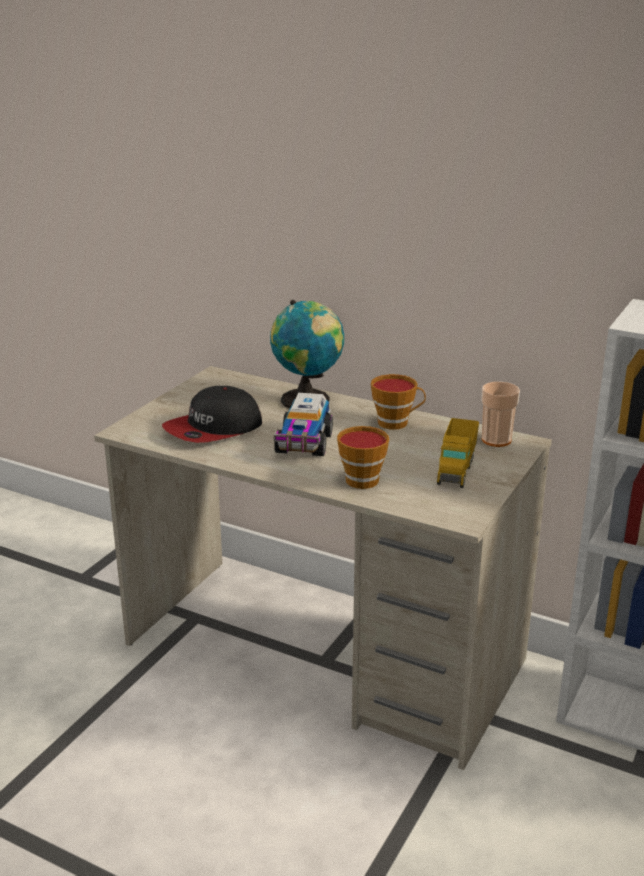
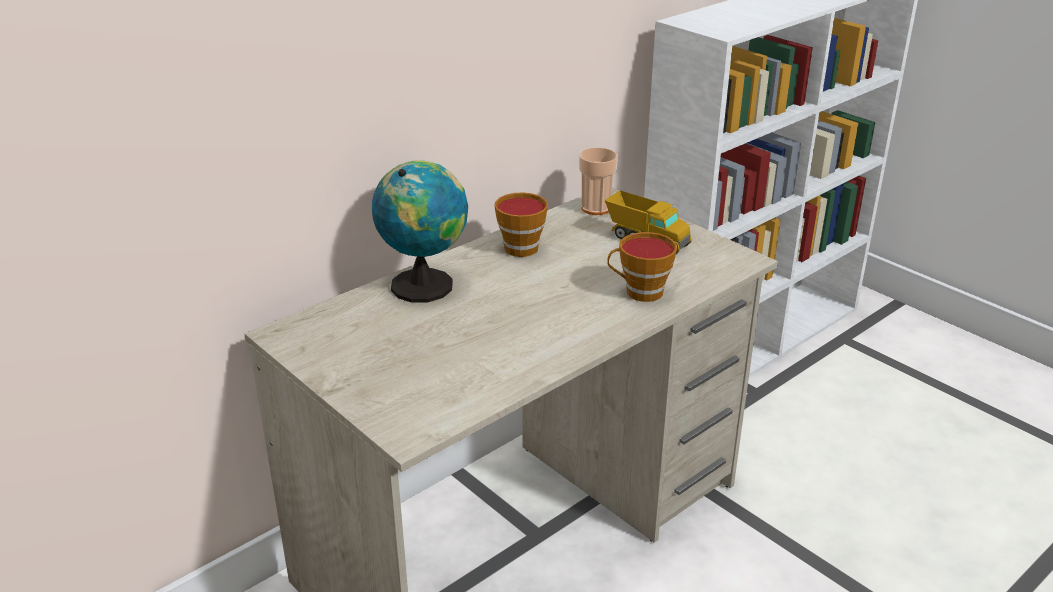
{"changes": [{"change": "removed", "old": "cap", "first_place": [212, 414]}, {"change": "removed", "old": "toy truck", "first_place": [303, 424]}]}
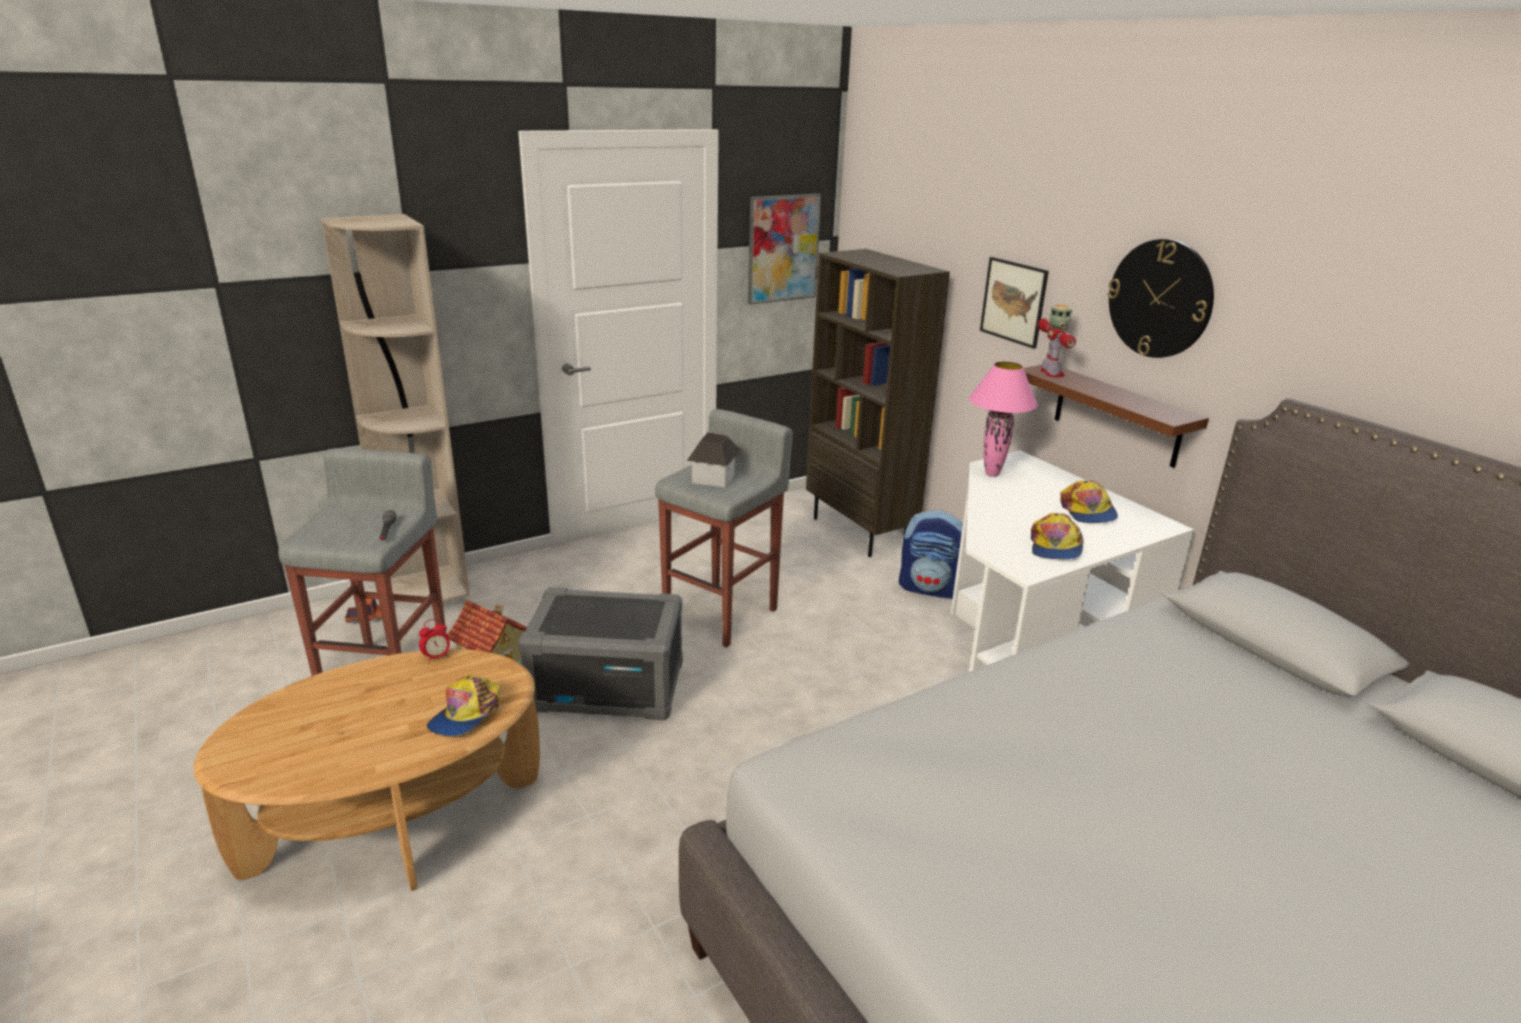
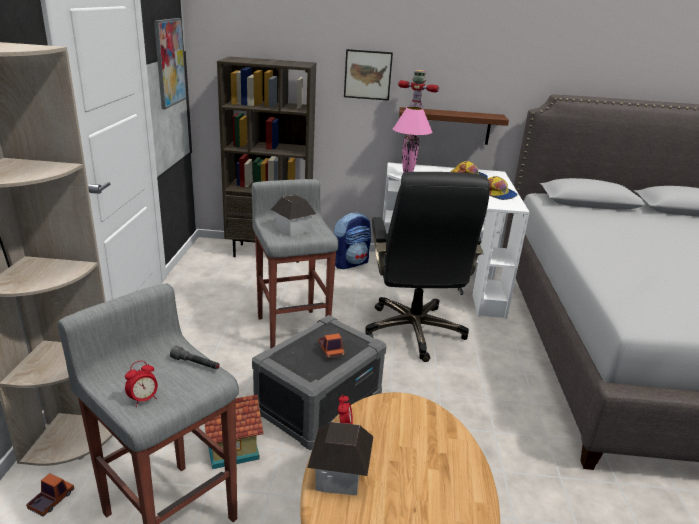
{"changes": [{"change": "added", "new": "alarm clock", "second_place": [141, 384]}, {"change": "added", "new": "toy house", "second_place": [340, 458]}, {"change": "added", "new": "toy truck", "second_place": [331, 346]}, {"change": "added", "new": "office chair/black", "second_place": [427, 267]}, {"change": "removed", "old": "cap", "first_place": [463, 705]}, {"change": "removed", "old": "wall clock", "first_place": [1160, 298]}]}
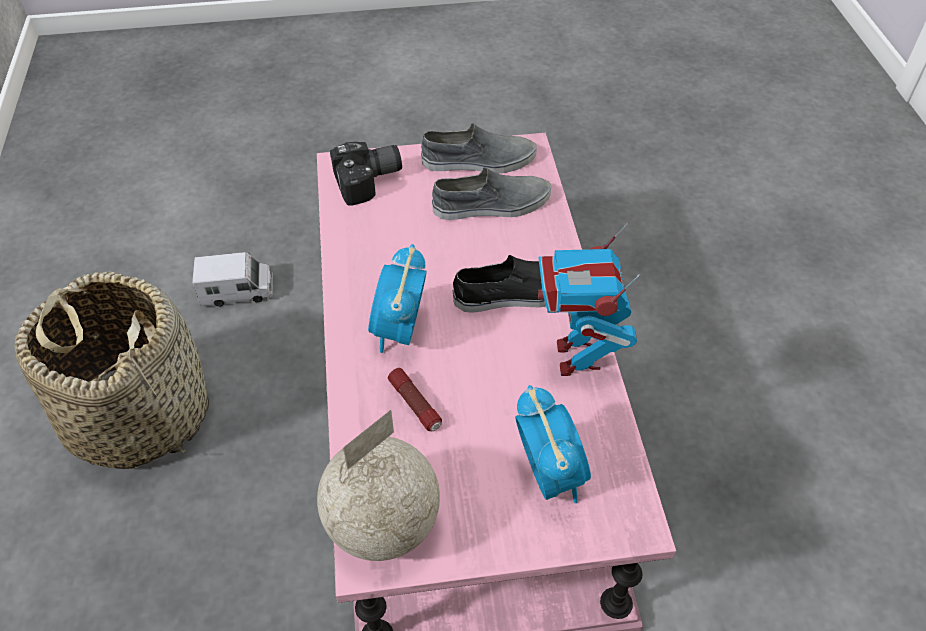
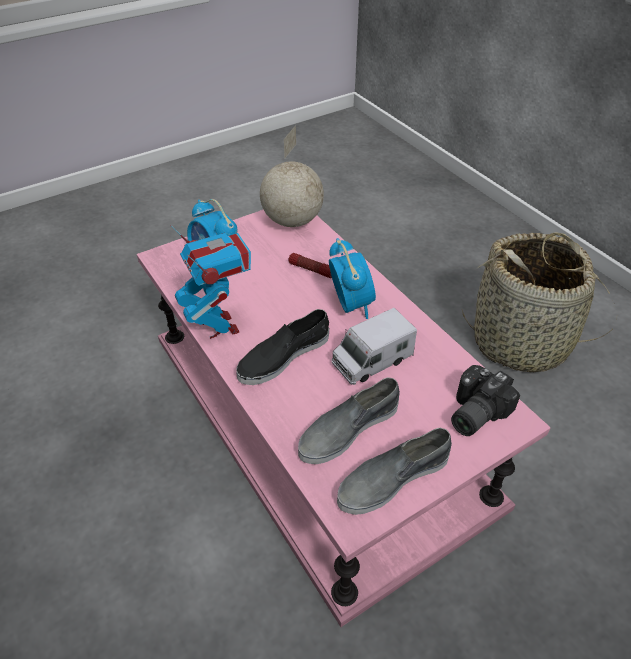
{"changes": [{"change": "moved", "old": "toy truck", "first_place": [232, 279], "second_place": [374, 346]}]}
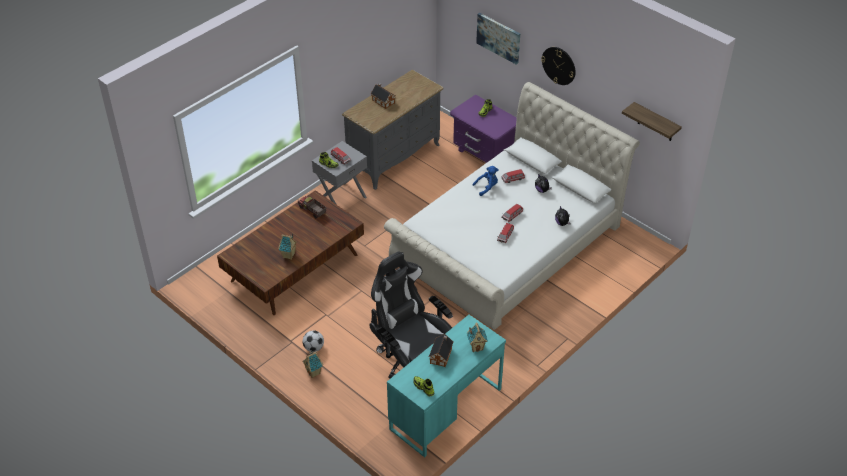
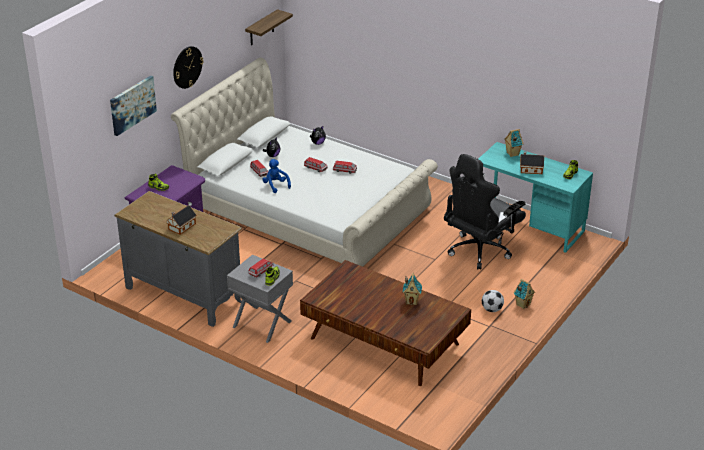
{"changes": [{"change": "removed", "old": "toy truck", "first_place": [312, 207]}]}
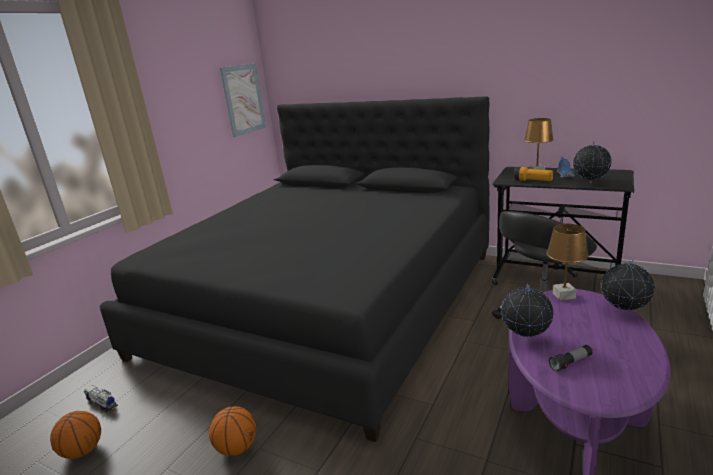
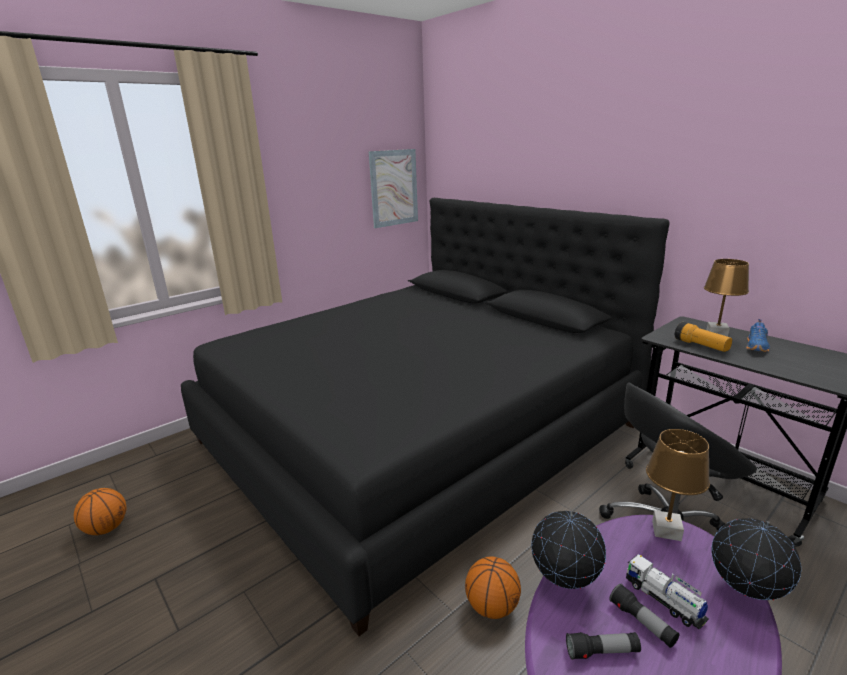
{"changes": [{"change": "moved", "old": "basketball", "first_place": [232, 431], "second_place": [493, 588]}, {"change": "added", "new": "flashlight", "second_place": [644, 616]}, {"change": "moved", "old": "toy truck", "first_place": [101, 398], "second_place": [667, 592]}, {"change": "removed", "old": "globe", "first_place": [592, 162]}]}
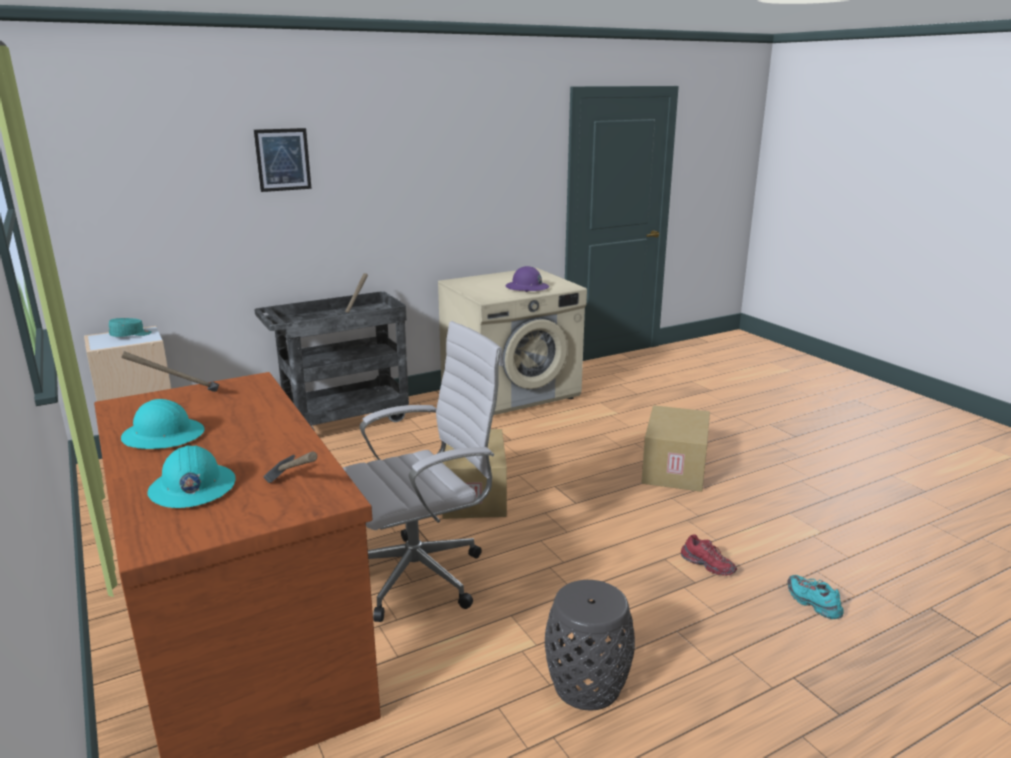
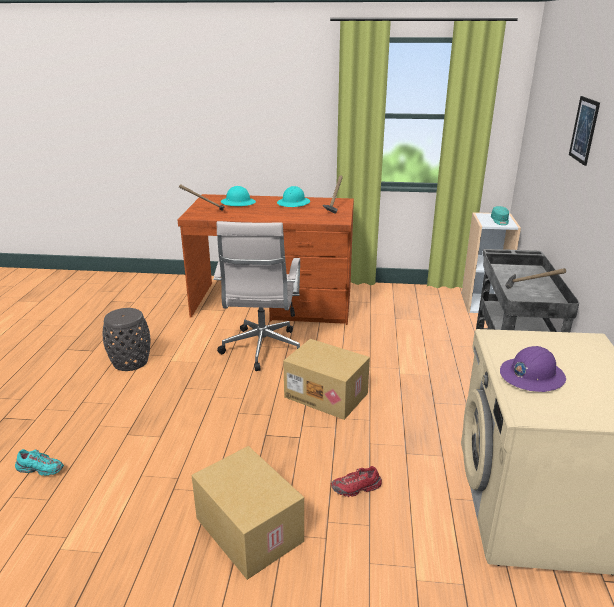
{"changes": [{"change": "moved", "old": "shoe/red", "first_place": [709, 555], "second_place": [356, 481]}]}
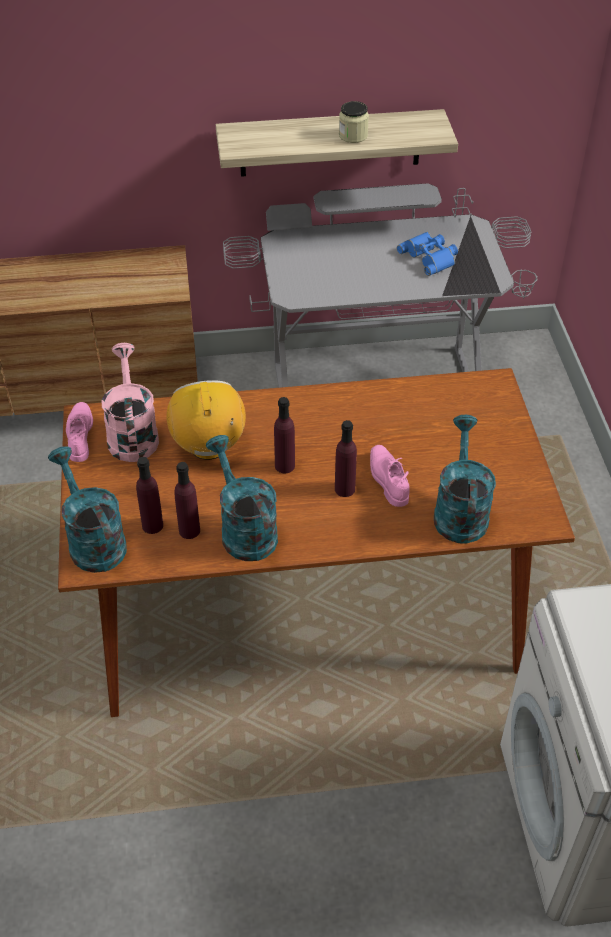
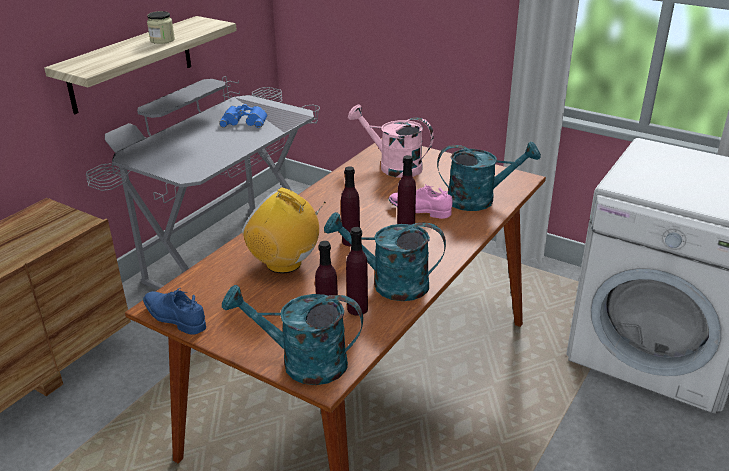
{"changes": [{"change": "recoloured", "old": "shoe/pink", "new": "shoe/blue", "first_place": [79, 432], "second_place": [174, 311]}, {"change": "moved", "old": "watering can/pink", "first_place": [130, 402], "second_place": [391, 141]}, {"change": "turned", "old": "watering can/turquoise", "first_place": [465, 479], "second_place": [489, 176], "degrees": 135}]}
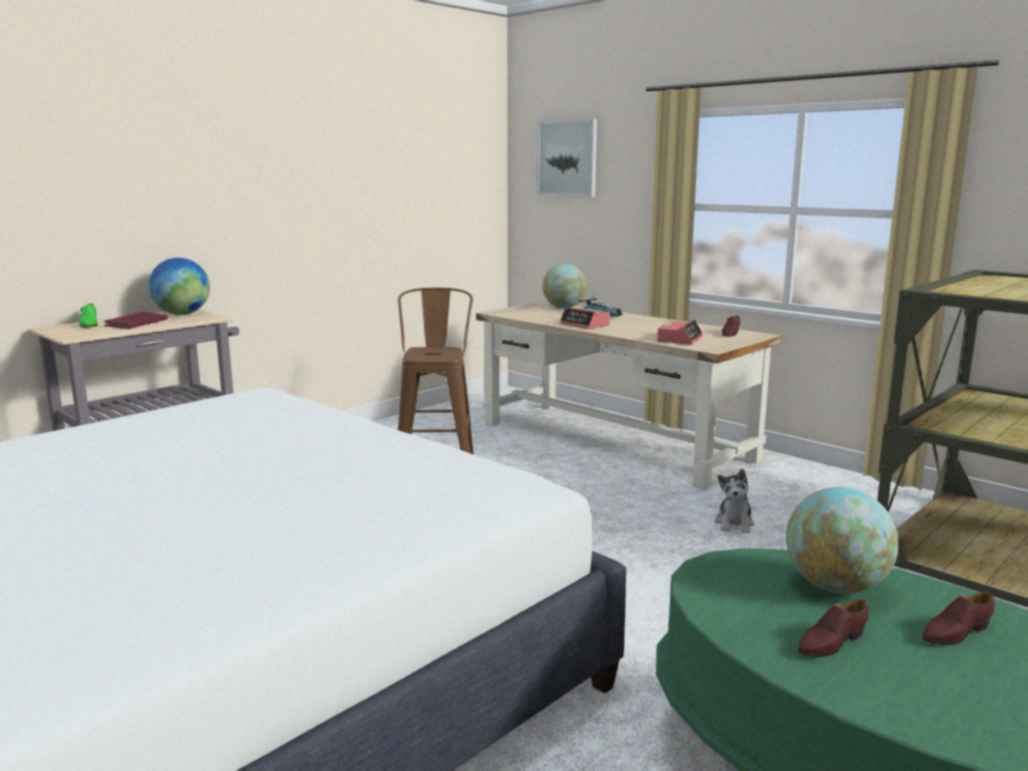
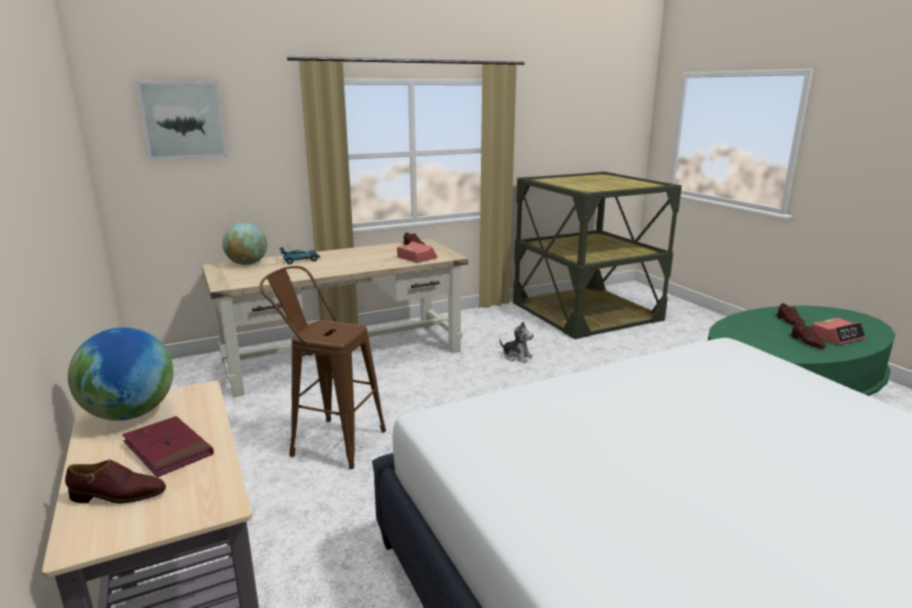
{"changes": [{"change": "recoloured", "old": "shoe/green", "new": "shoe/brown", "first_place": [88, 316], "second_place": [115, 482]}, {"change": "moved", "old": "alarm clock", "first_place": [585, 318], "second_place": [839, 331]}, {"change": "removed", "old": "globe", "first_place": [842, 540]}]}
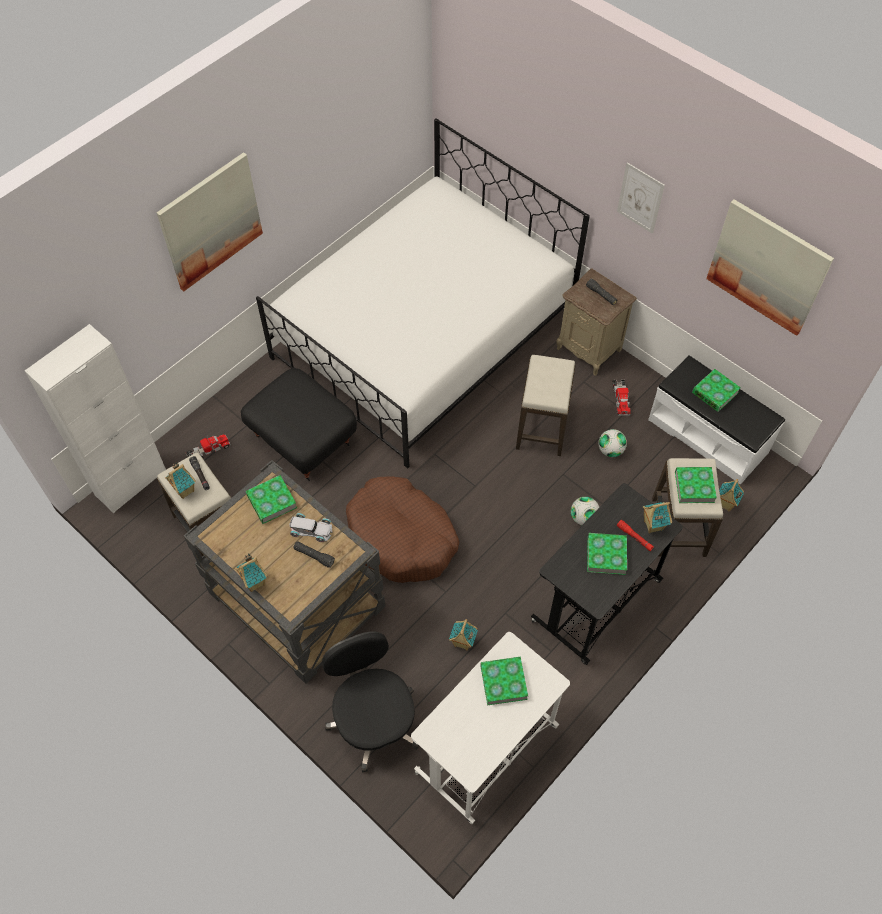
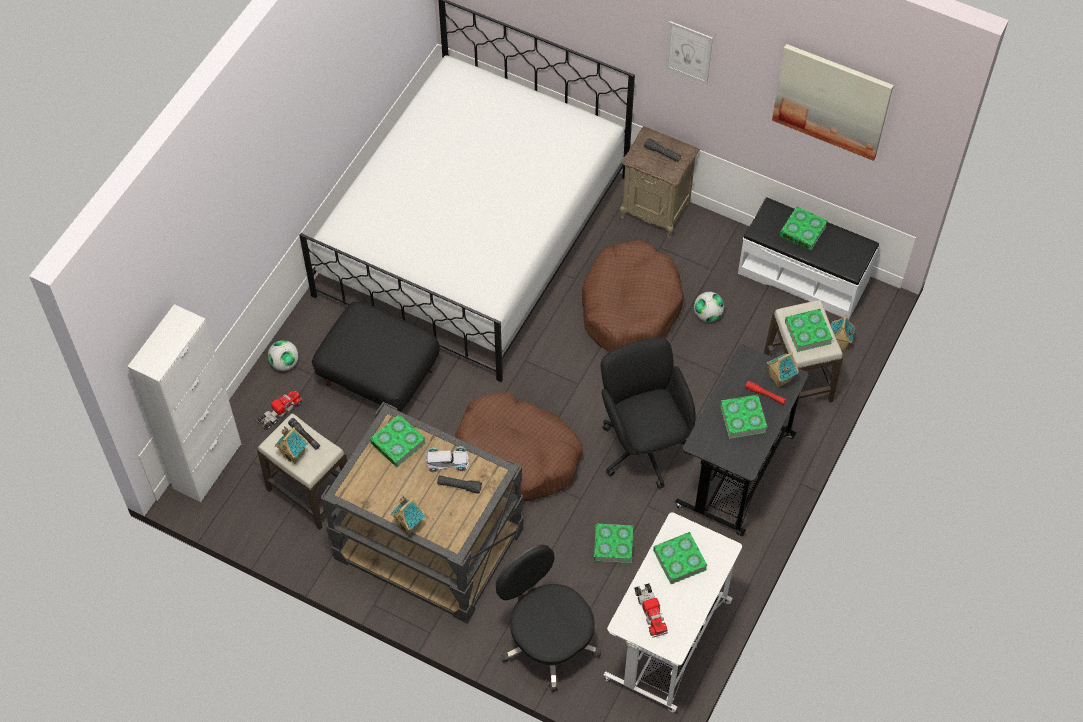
{"changes": [{"change": "moved", "old": "football", "first_place": [585, 511], "second_place": [283, 355]}, {"change": "replaced", "old": "stool", "new": "dog bed/brown", "first_place": [545, 405], "second_place": [633, 295]}, {"change": "replaced", "old": "toy house", "new": "book", "first_place": [463, 635], "second_place": [613, 543]}, {"change": "added", "new": "office chair/black", "second_place": [648, 413]}, {"change": "moved", "old": "toy truck", "first_place": [621, 398], "second_place": [651, 610]}, {"change": "removed", "old": "picture", "first_place": [210, 221]}]}
